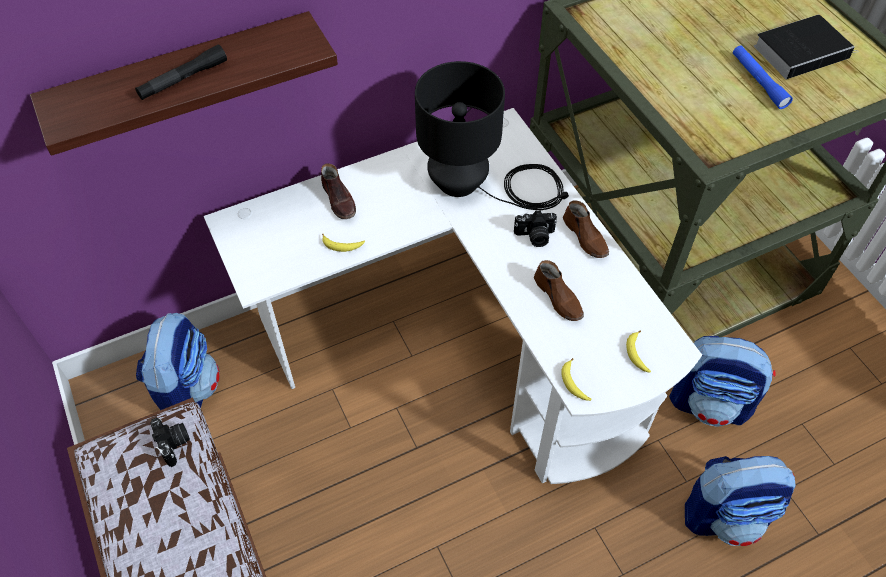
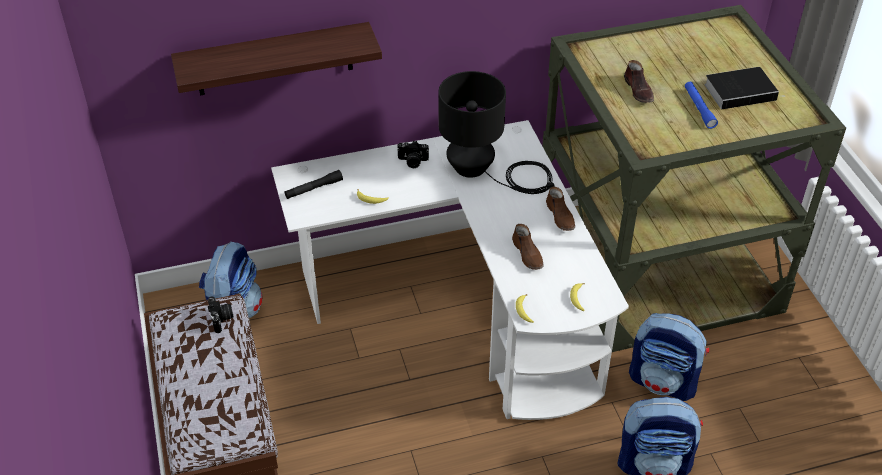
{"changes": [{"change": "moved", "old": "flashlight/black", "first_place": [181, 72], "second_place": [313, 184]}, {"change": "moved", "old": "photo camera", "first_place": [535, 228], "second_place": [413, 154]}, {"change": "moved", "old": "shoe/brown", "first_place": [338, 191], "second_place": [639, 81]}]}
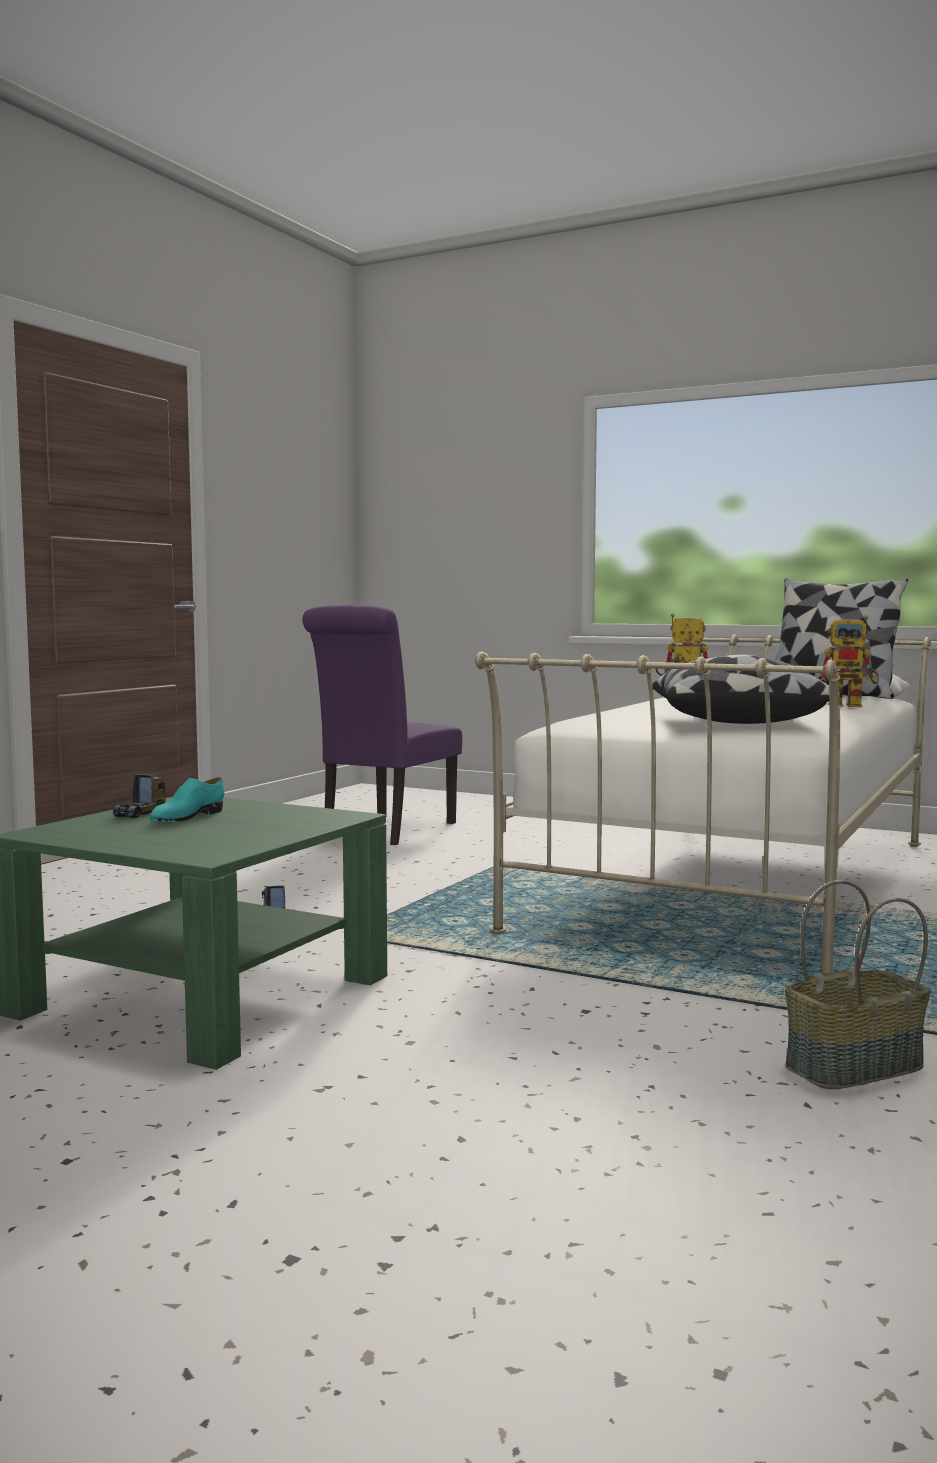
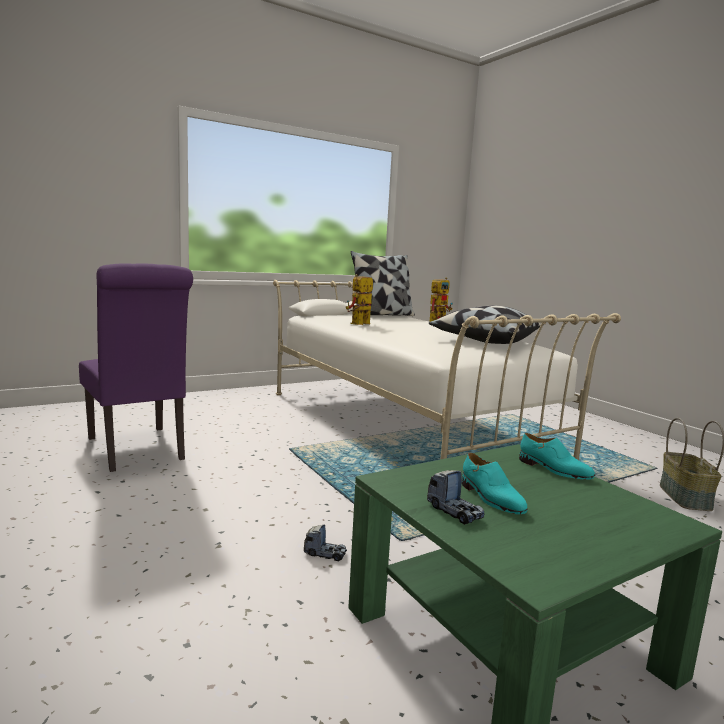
{"changes": [{"change": "added", "new": "shoe/turquoise", "second_place": [557, 456]}]}
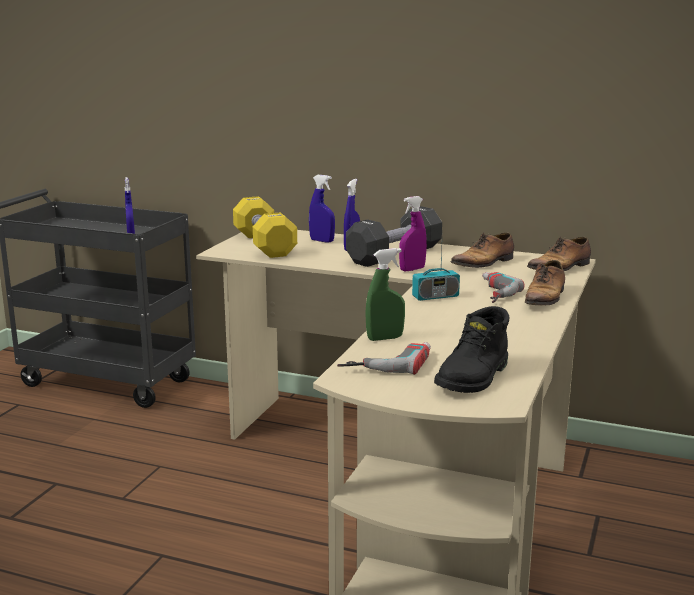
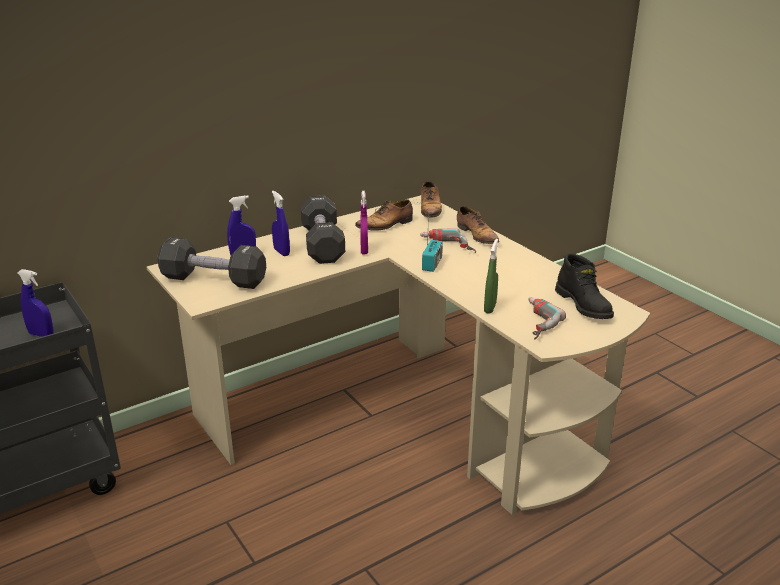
{"changes": [{"change": "recoloured", "old": "dumbbell/yellow", "new": "dumbbell/black", "first_place": [265, 227], "second_place": [211, 263]}, {"change": "turned", "old": "shoe", "first_place": [482, 250], "second_place": [384, 215], "degrees": 60}]}
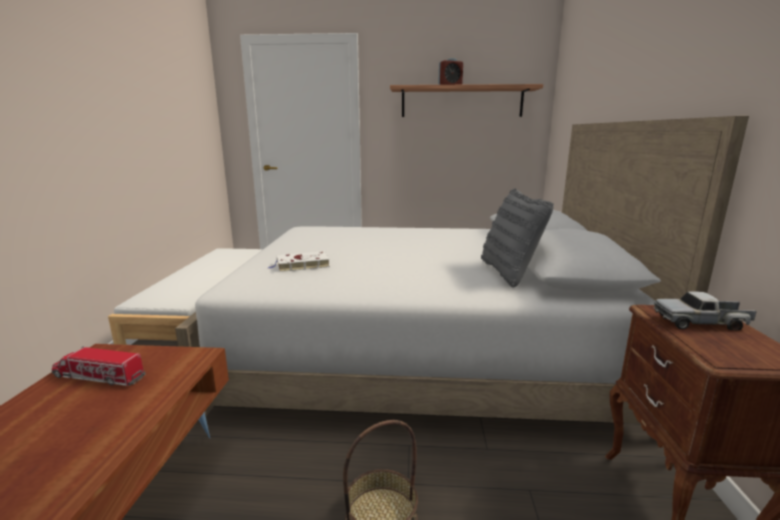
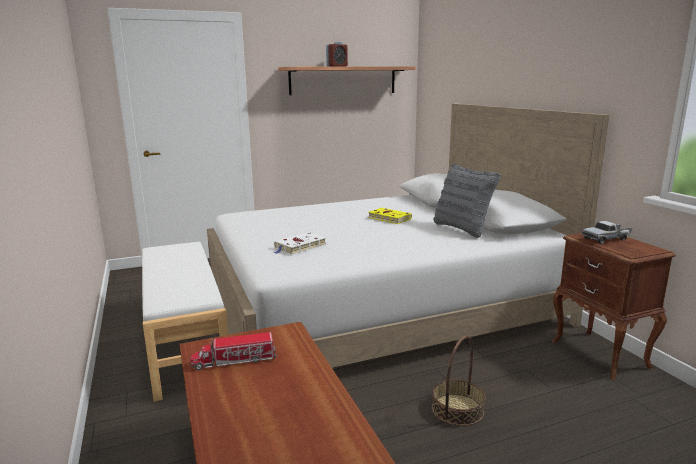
{"changes": [{"change": "added", "new": "book/yellow", "second_place": [390, 216]}]}
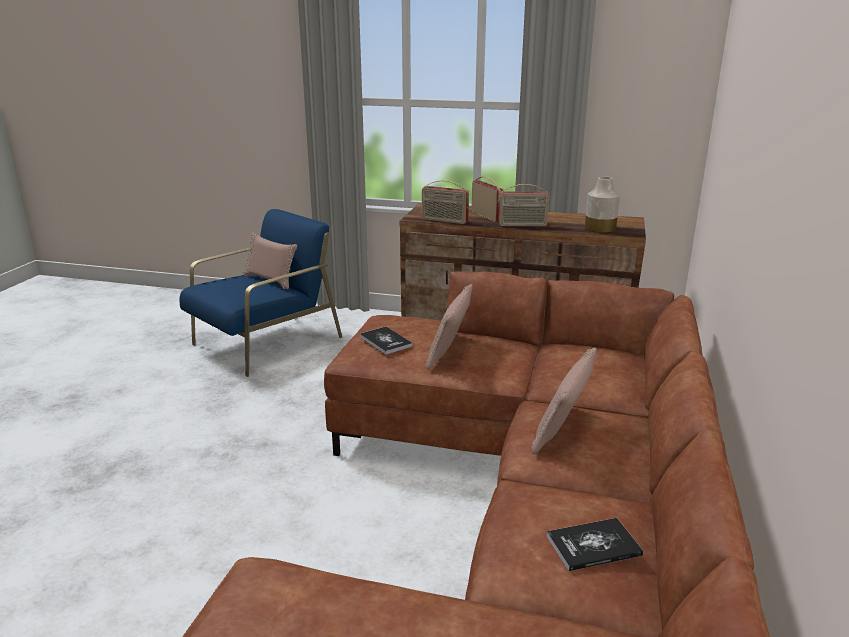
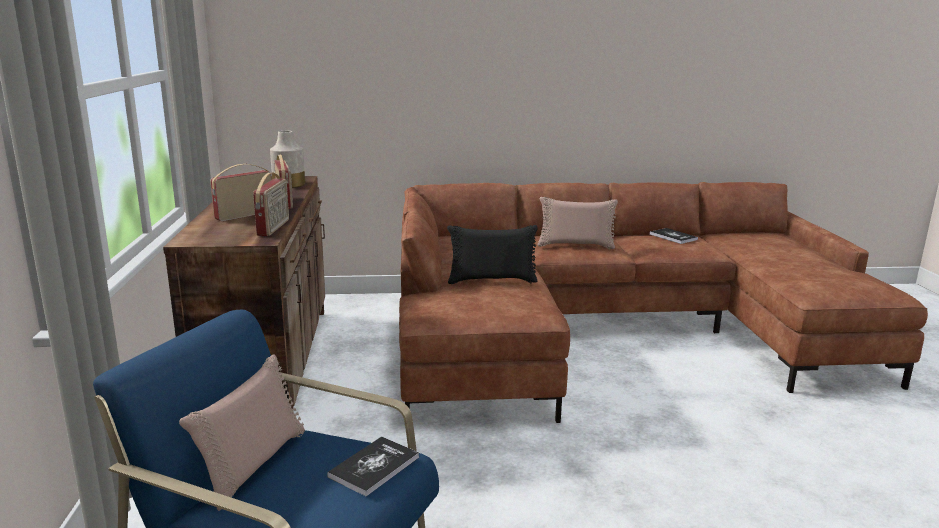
{"changes": [{"change": "moved", "old": "book", "first_place": [386, 341], "second_place": [373, 467]}, {"change": "recoloured", "old": "pillow/beige", "new": "pillow/black", "first_place": [449, 326], "second_place": [492, 254]}]}
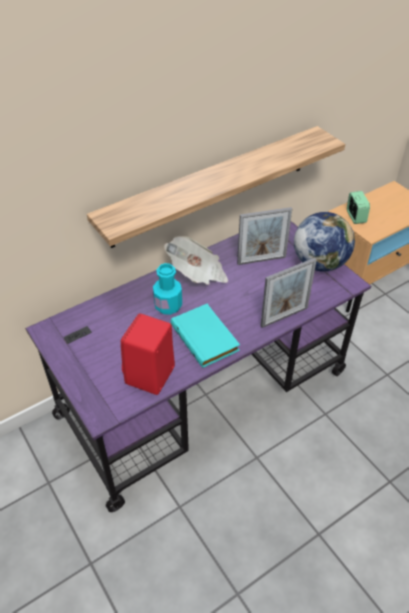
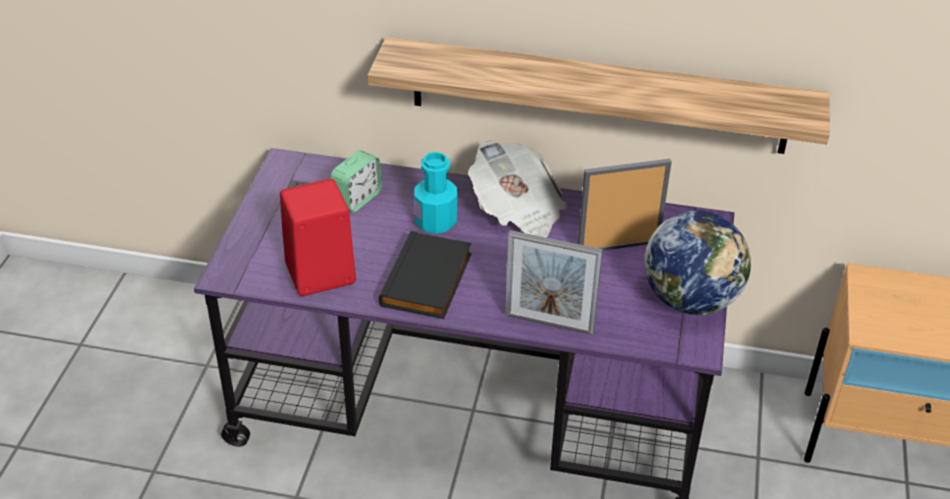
{"changes": [{"change": "moved", "old": "alarm clock", "first_place": [358, 207], "second_place": [356, 181]}, {"change": "recoloured", "old": "book/turquoise", "new": "book/black", "first_place": [205, 336], "second_place": [425, 275]}, {"change": "turned", "old": "picture frame", "first_place": [264, 236], "second_place": [625, 205], "degrees": 135}]}
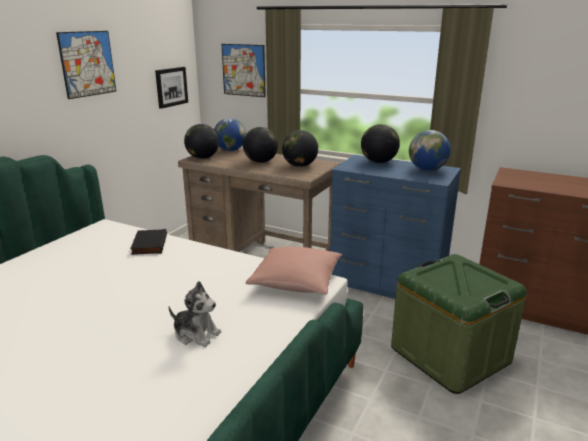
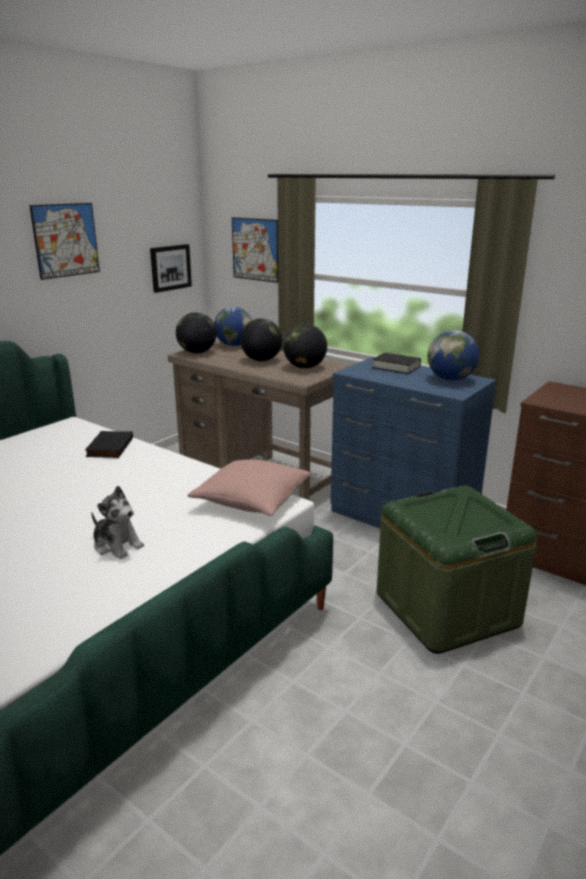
{"changes": [{"change": "replaced", "old": "globe", "new": "book/black", "first_place": [380, 143], "second_place": [396, 363]}]}
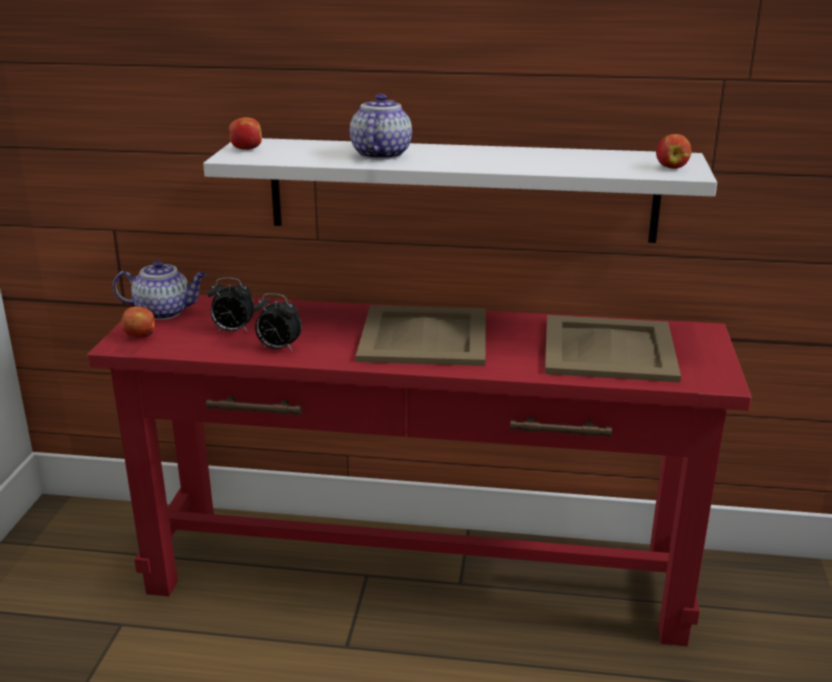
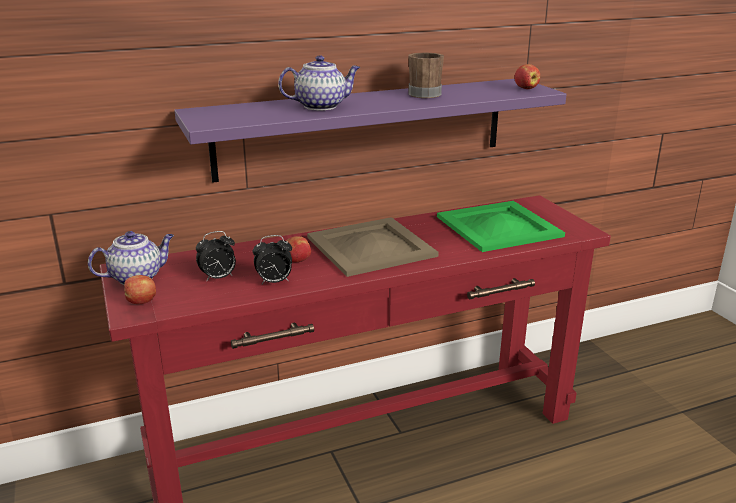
{"changes": [{"change": "recoloured", "old": "shelf/white", "new": "shelf/purple", "first_place": [460, 190], "second_place": [370, 131]}, {"change": "turned", "old": "teapot", "first_place": [381, 127], "second_place": [319, 82], "degrees": 90}, {"change": "moved", "old": "apple", "first_place": [245, 133], "second_place": [298, 249]}, {"change": "added", "new": "mug/brown", "second_place": [426, 75]}, {"change": "recoloured", "old": "tray/beige", "new": "tray/green", "first_place": [613, 348], "second_place": [501, 226]}]}
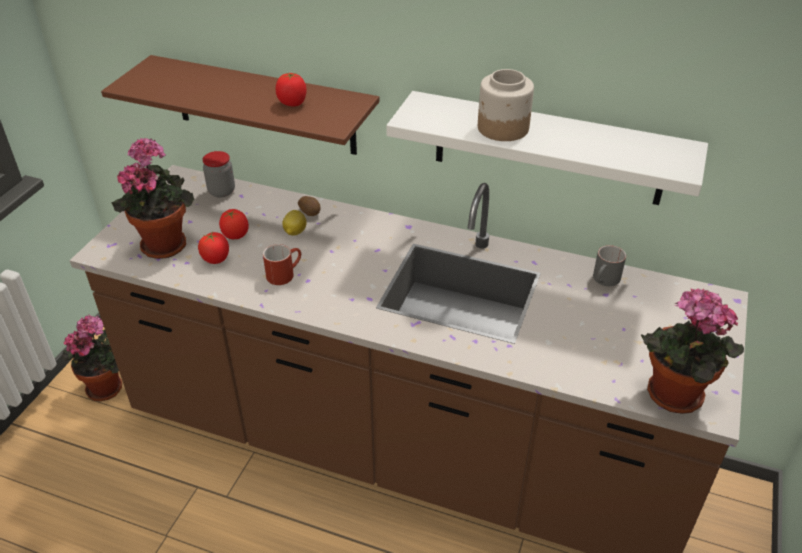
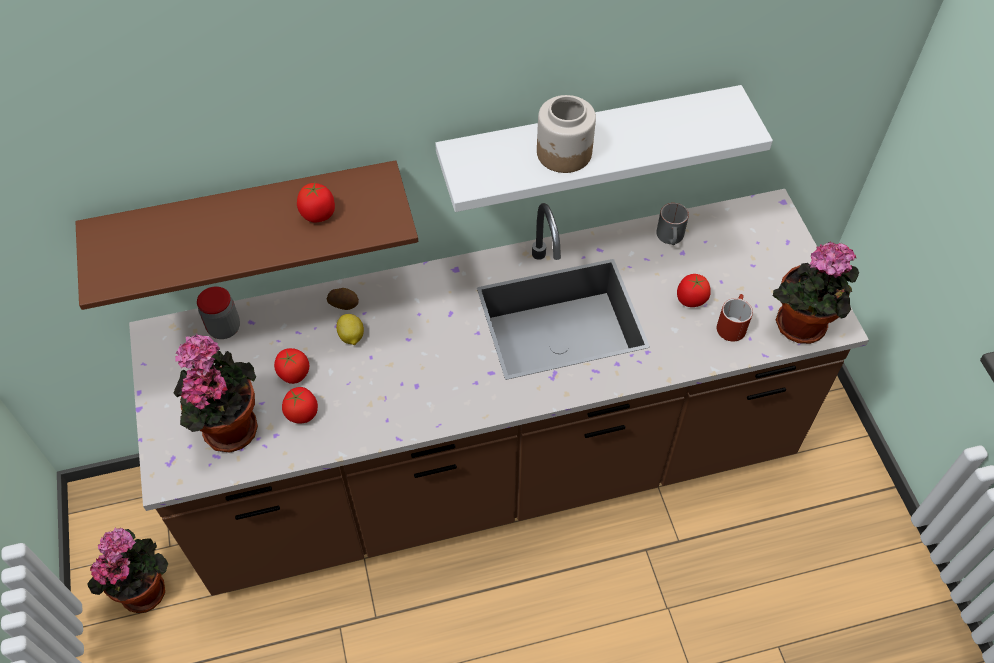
{"changes": [{"change": "added", "new": "tomato", "second_place": [694, 290]}, {"change": "moved", "old": "mug/red", "first_place": [282, 264], "second_place": [735, 317]}]}
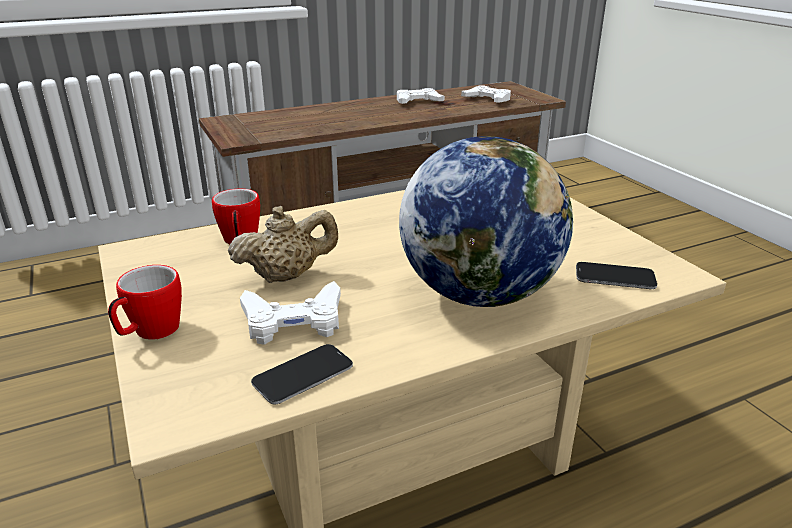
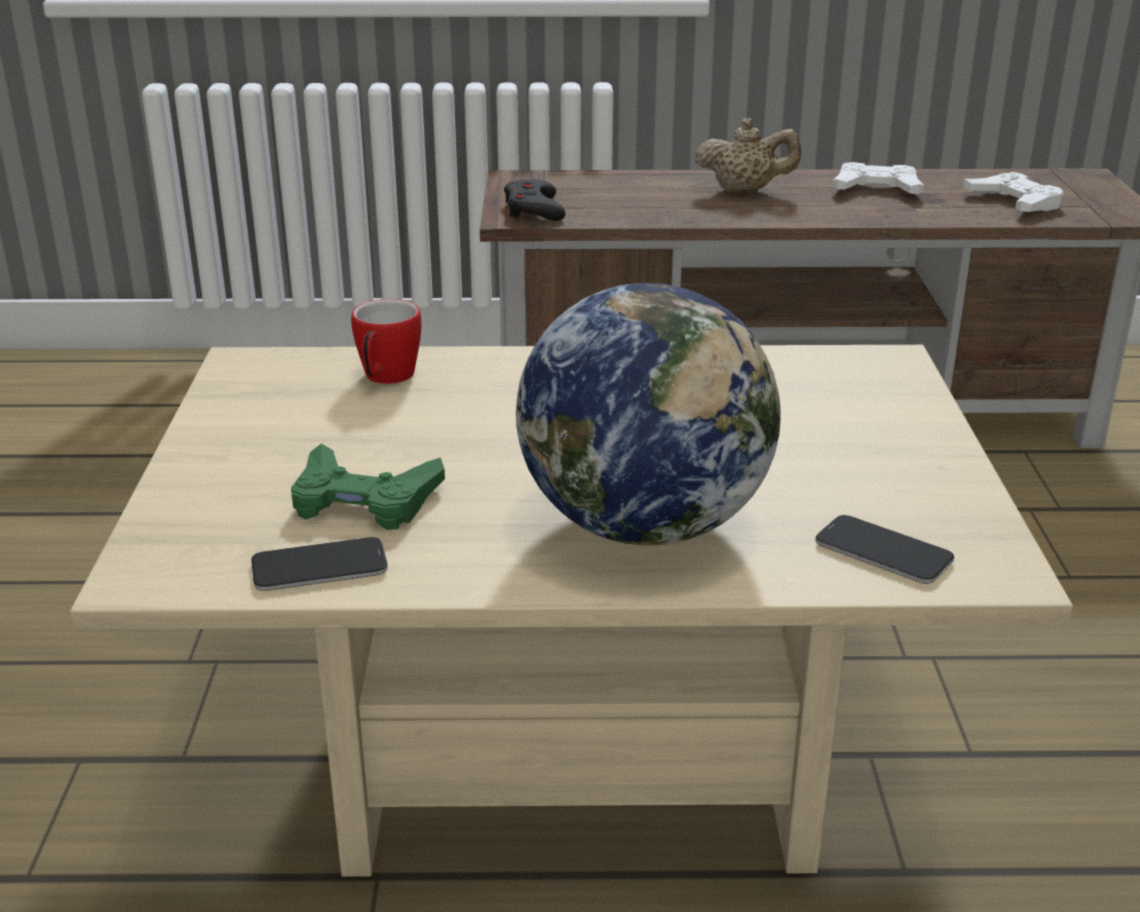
{"changes": [{"change": "recoloured", "old": "game controller/white", "new": "game controller/green", "first_place": [290, 313], "second_place": [368, 486]}, {"change": "added", "new": "game controller/black", "second_place": [535, 200]}, {"change": "moved", "old": "teapot/beige", "first_place": [283, 244], "second_place": [748, 155]}, {"change": "removed", "old": "mug", "first_place": [145, 302]}]}
